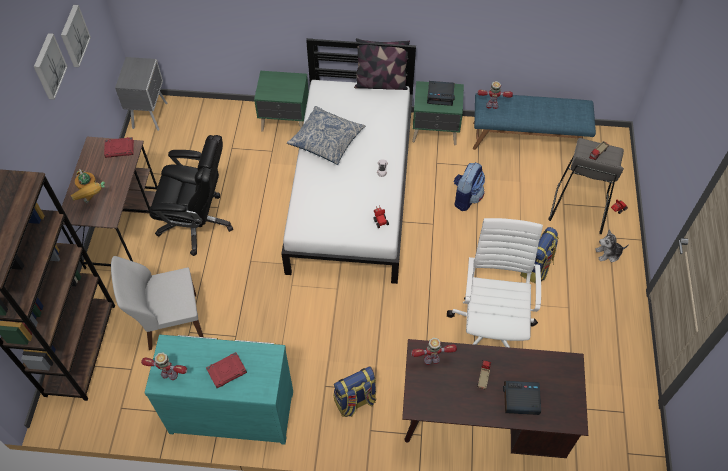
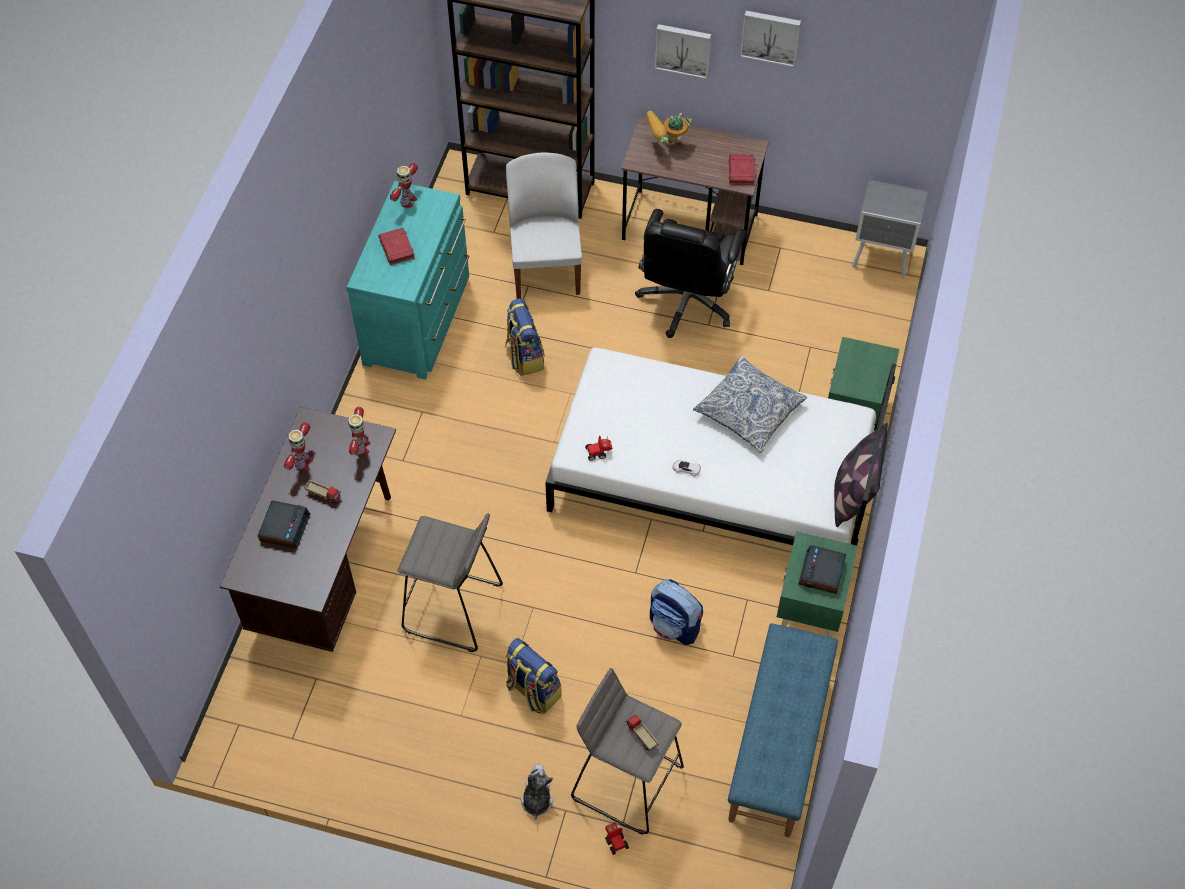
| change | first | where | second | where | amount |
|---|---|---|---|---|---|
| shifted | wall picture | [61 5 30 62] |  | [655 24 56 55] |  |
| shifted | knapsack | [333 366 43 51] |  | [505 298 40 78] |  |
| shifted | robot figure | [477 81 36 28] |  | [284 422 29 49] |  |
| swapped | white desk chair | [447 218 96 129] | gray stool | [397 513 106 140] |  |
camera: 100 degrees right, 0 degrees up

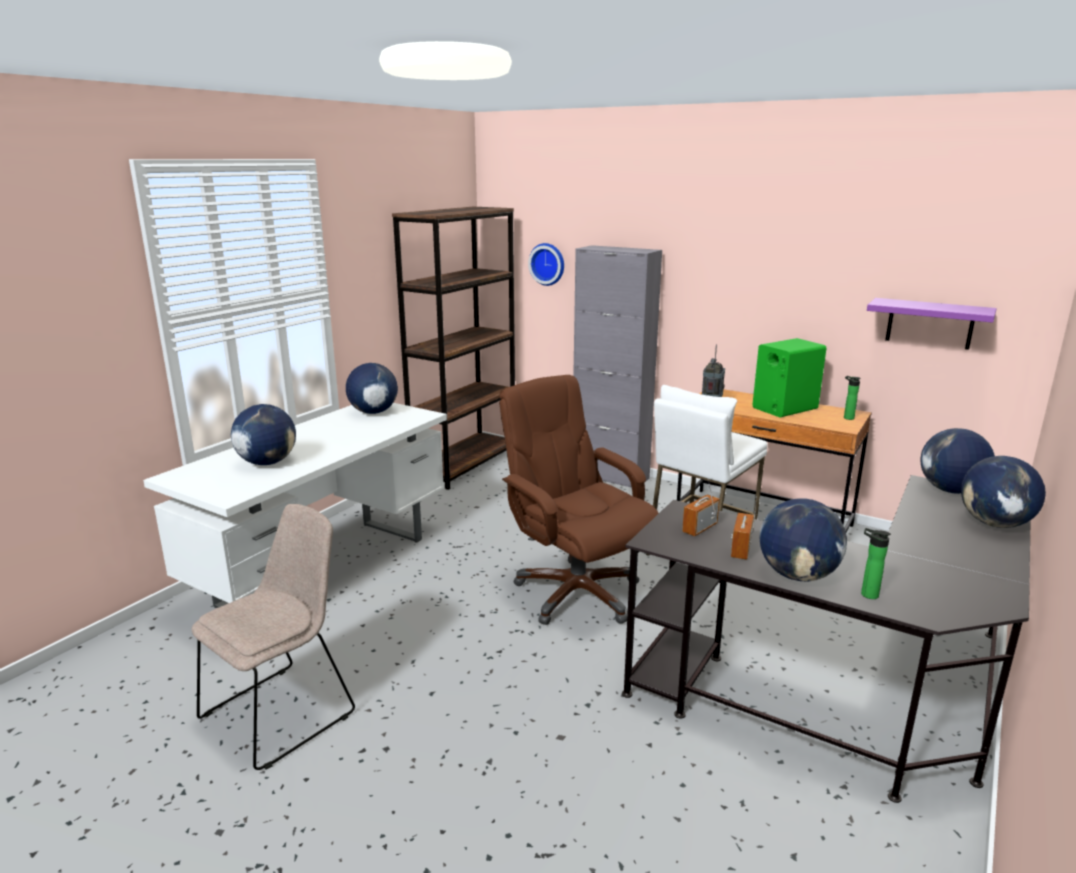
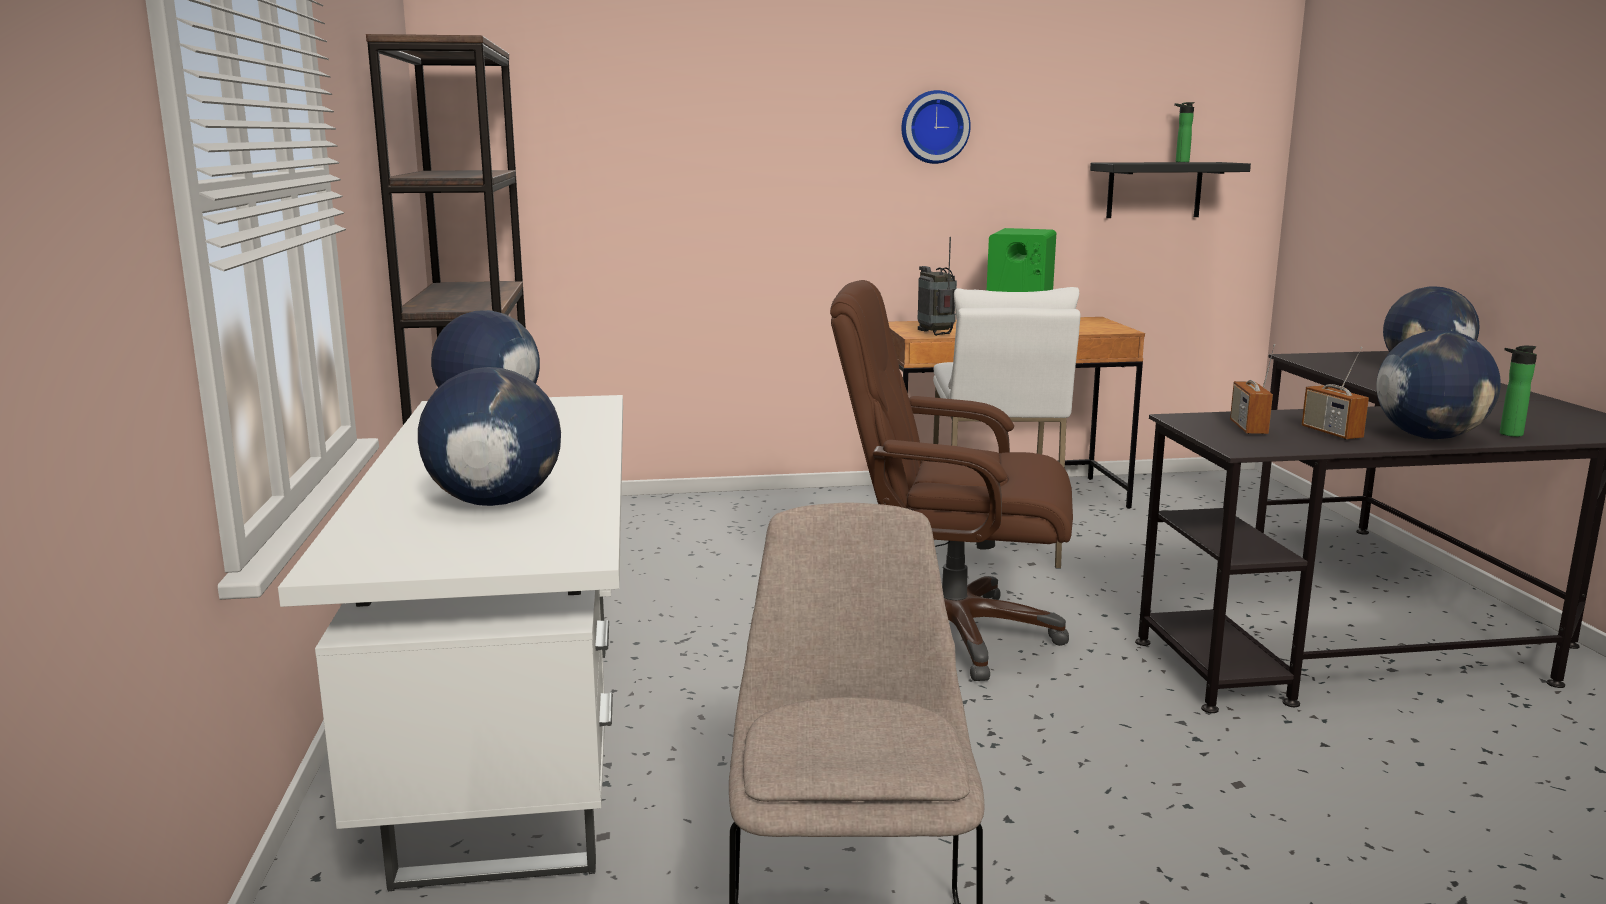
| change | first | where | second | where | amount |
|---|---|---|---|---|---|
| gone | gray cabinet | [573 245 89 243] |  |  |  |
| gone | world globe | [921 428 74 66] |  |  |  |
| shifted | wall clock | [528 243 36 43] |  | [902 90 69 74] |  |
| shifted | beverage bottle | [844 376 17 44] |  | [1174 102 21 60] |  |
| repainted | purplish wall shelf | [867 298 130 52] | blackish wall shelf | [1090 162 161 56] |  |
camera: 40 degrees left, 5 degrees down

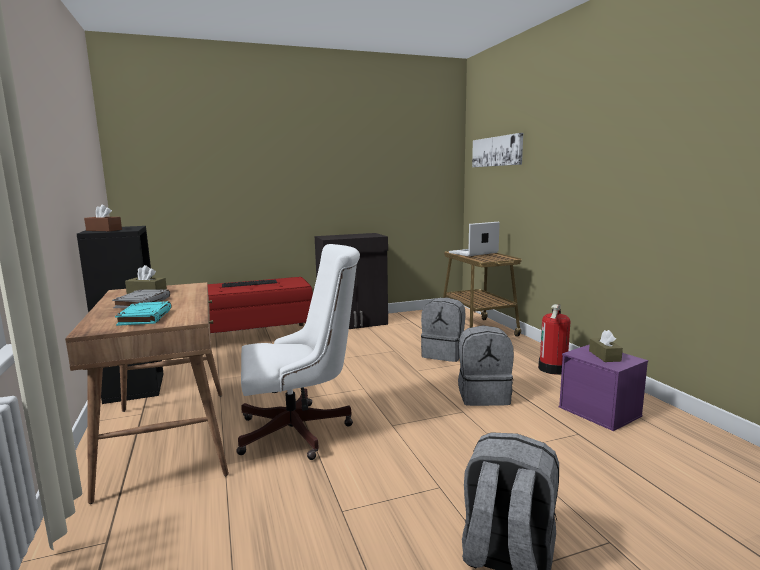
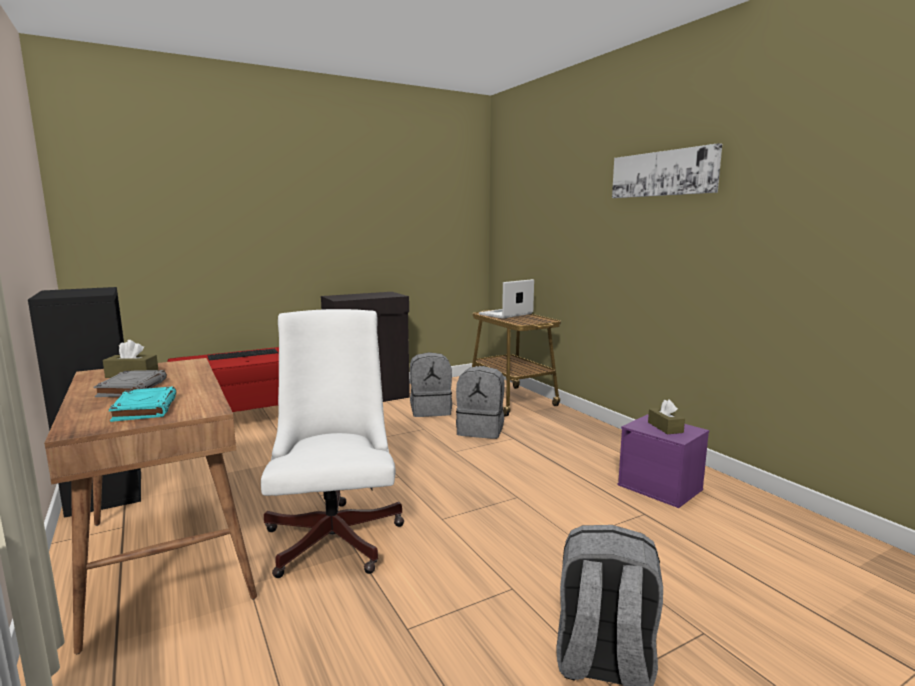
| change | first | where | second | where | amount |
|---|---|---|---|---|---|
| gone | brownish tissue holder | [84 204 38 27] |  |  |  |
| gone | fire extinguisher | [538 304 32 71] |  |  |  |
| shifted | gray knapsack | [458 325 56 81] |  | [410 352 42 65] |  |
| shifted | wall picture | [472 133 51 34] |  | [612 143 110 55] |  |
| rotated | white desk chair | [236 244 124 216] |  | [261 309 143 269] | 75 degrees counterclockwise |
camera: 10 degrees left, 0 degrees up

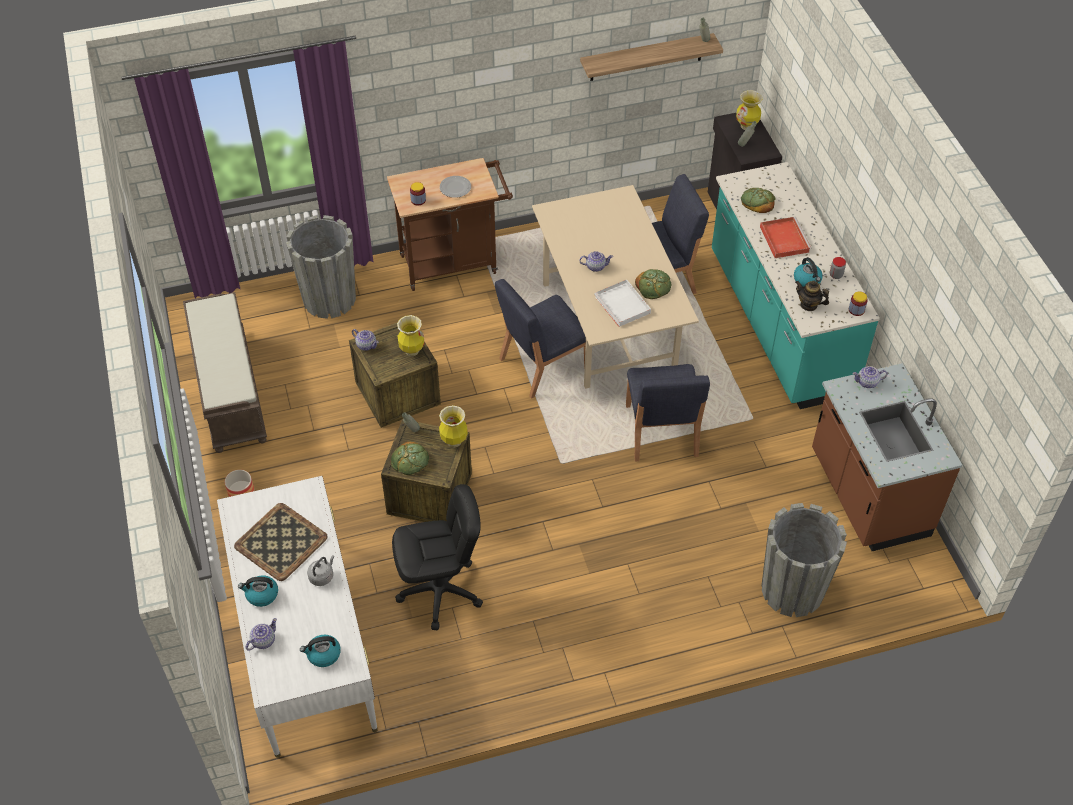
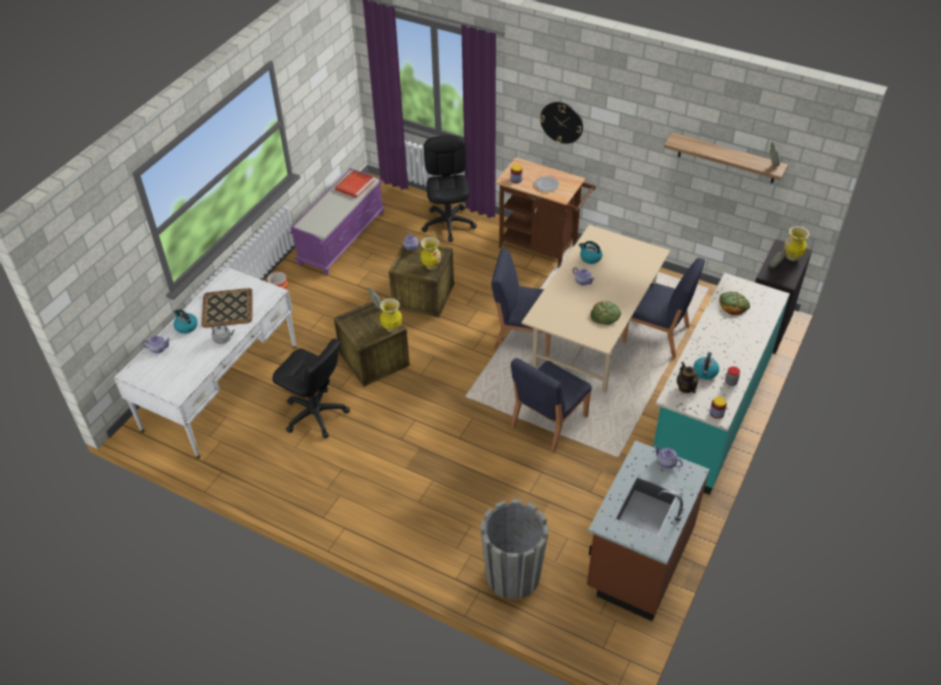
| change | first | where | second | where | amount |
|---|---|---|---|---|---|
| gone | bakery bread | [391 442 38 33] |  |  |  |
| gone | white tray | [594 280 57 47] |  |  |  |
| new |  |  | wall clock | [540 102 43 42] |  |
| shifted | kettle | [300 635 41 32] |  | [579 241 23 23] |  |
| shifted | red-coloured tray | [760 217 51 41] |  | [335 170 40 28] |  |
| swapped | gray plant pot | [286 215 70 104] | blackish desk chair | [422 135 55 107] |  |
| repainted | brownish indoor bench | [183 292 84 161] | purplish indoor bench | [290 168 95 107] |  |
camera: 45 degrees right, 5 degrees down

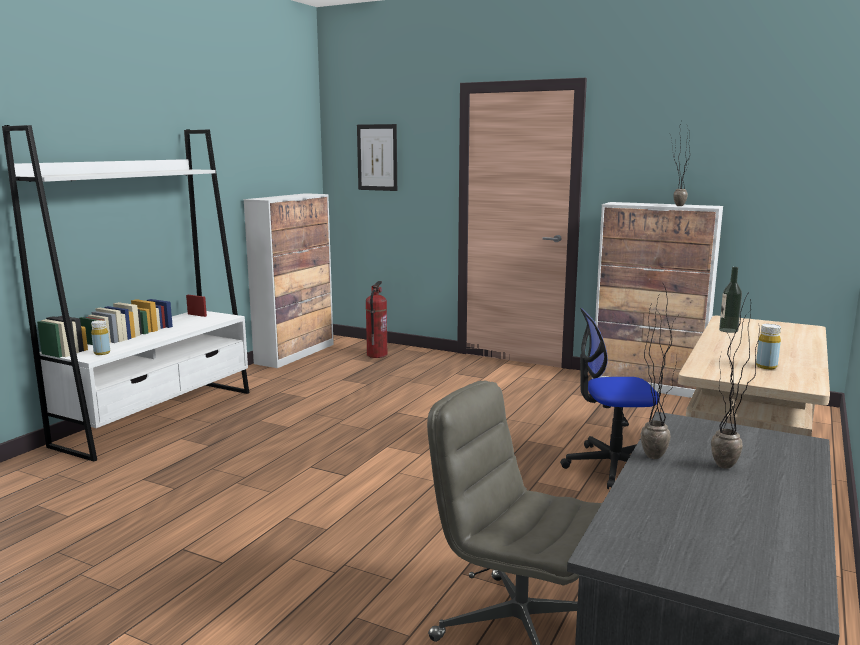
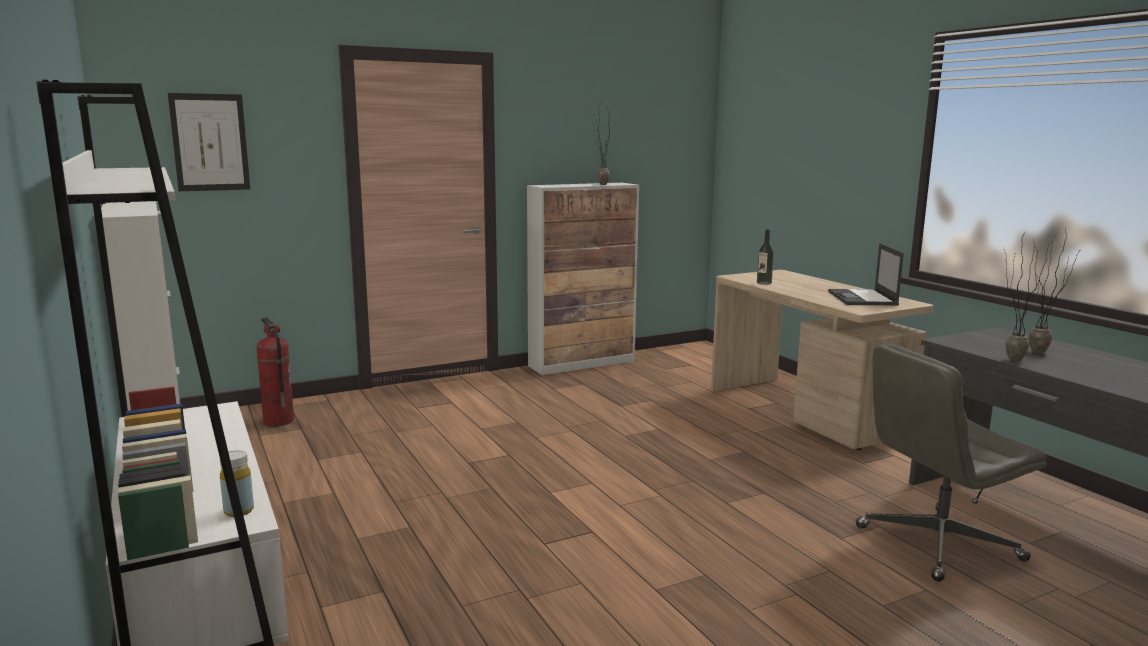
| change | first | where | second | where | amount |
|---|---|---|---|---|---|
| gone | desk chair | [560 308 100 181] |  |  |  |
| swapped | yellow beverage bottle | [756 324 25 45] | portable computer | [828 243 76 63] |  |
camera: 55 degrees left, 0 degrees up

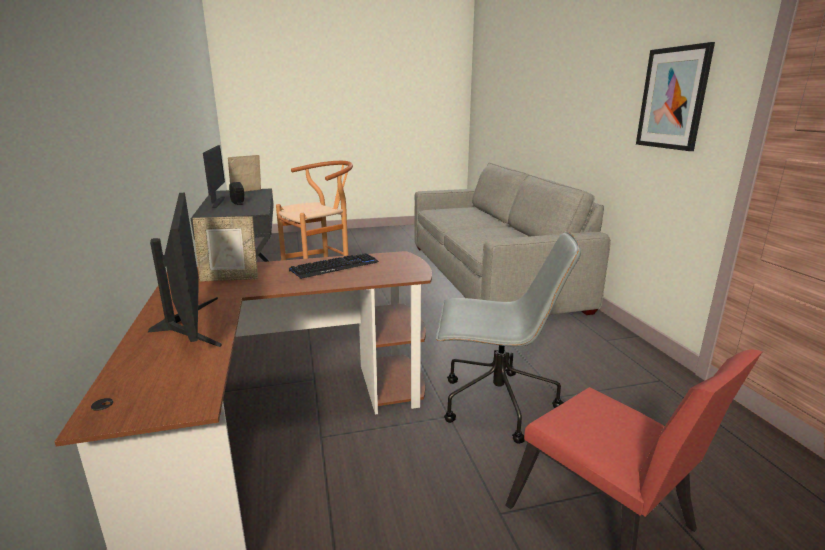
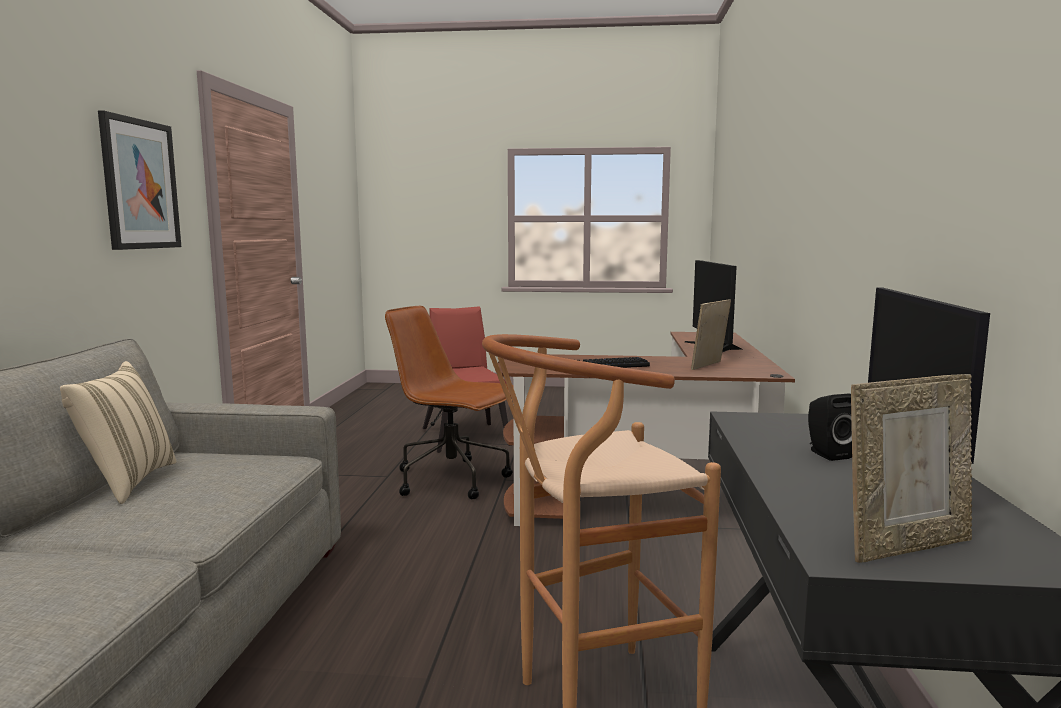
| change | first | where | second | where | amount |
|---|---|---|---|---|---|
| new |  |  | beige pillow | [60 361 117 143] |  |
| repainted | gray desk chair | [436 232 145 212] | brownish desk chair | [385 306 128 193] |  |
| rotated | photo frame | [193 216 65 65] |  | [691 299 40 71] | 60 degrees counterclockwise |
camera: 160 degrees left, 10 degrees down

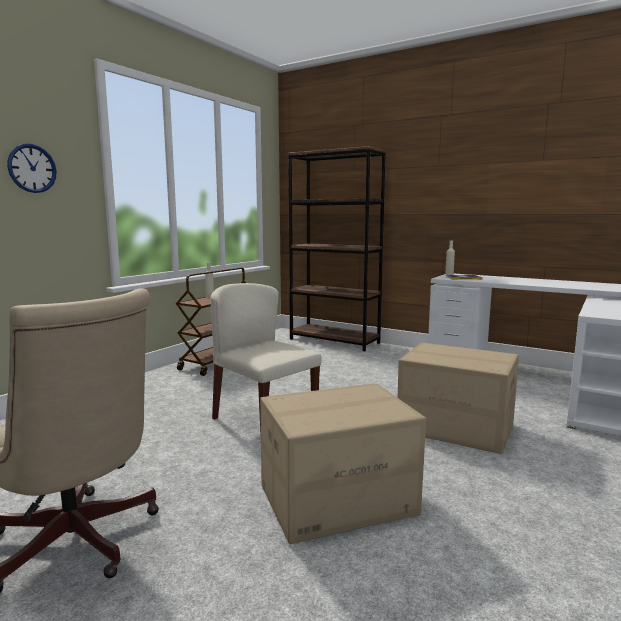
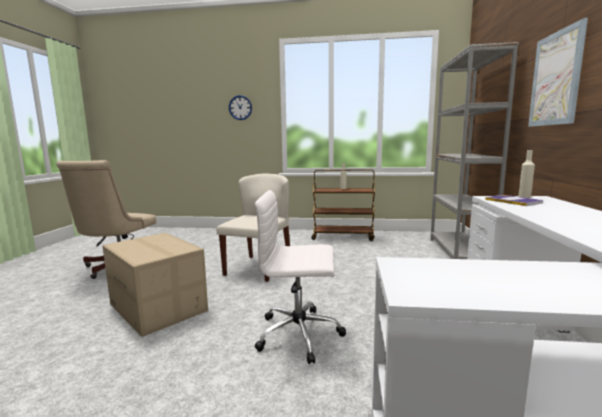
| change | first | where | second | where | amount |
|---|---|---|---|---|---|
| new |  |  | wall picture | [528 18 60 109] |  |
| swapped | packing box | [398 343 121 111] | white desk chair | [255 190 91 174] |  |
| repainted | brownish shelving unit | [288 146 98 205] | gray shelving unit | [430 42 89 217] |  |
camera: 65 degrees right, 0 degrees up

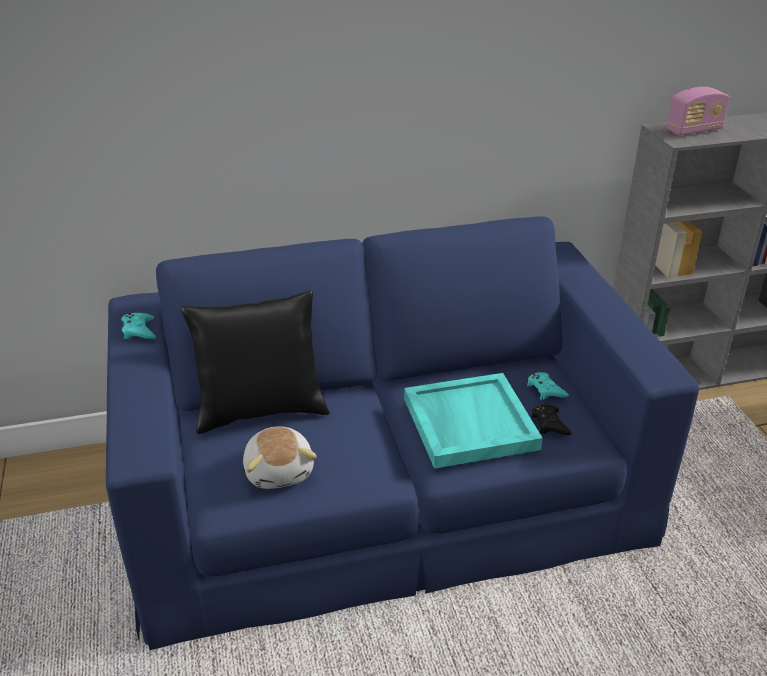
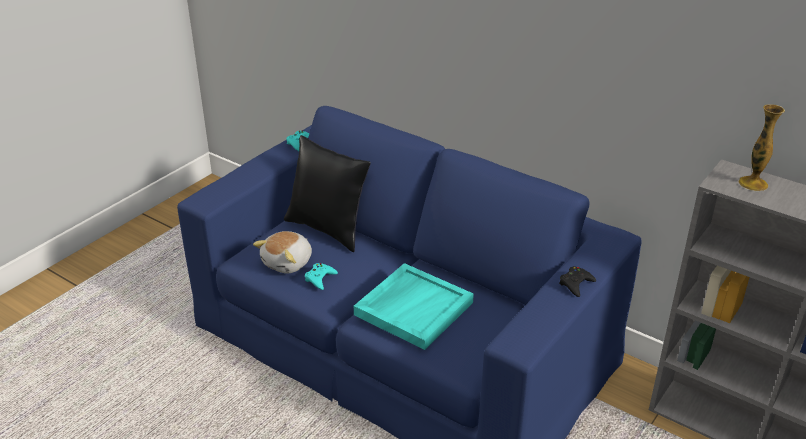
| change | first | where | second | where | amount |
|---|---|---|---|---|---|
| shifted | turquoise-coloured joypad | [527 372 42 28] |  | [305 263 33 27] |  |
| shifted | blackish joypad | [531 405 41 30] |  | [559 266 37 31] |  |
| swapped | radio | [666 87 64 49] | vase | [739 104 46 87] |  |
camera: 50 degrees right, 0 degrees up

